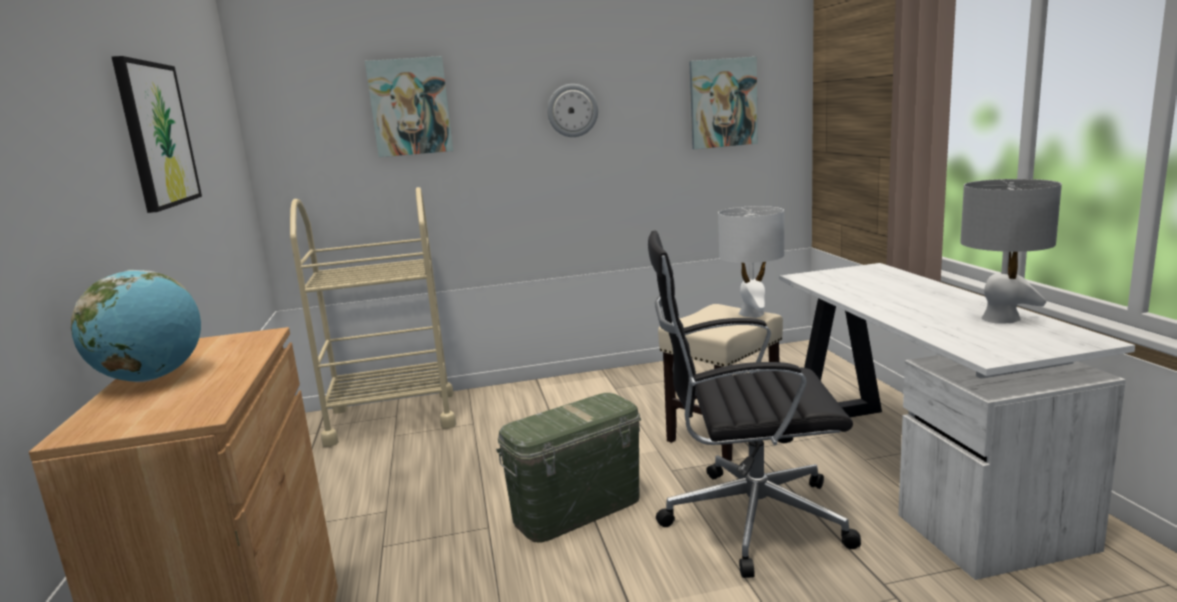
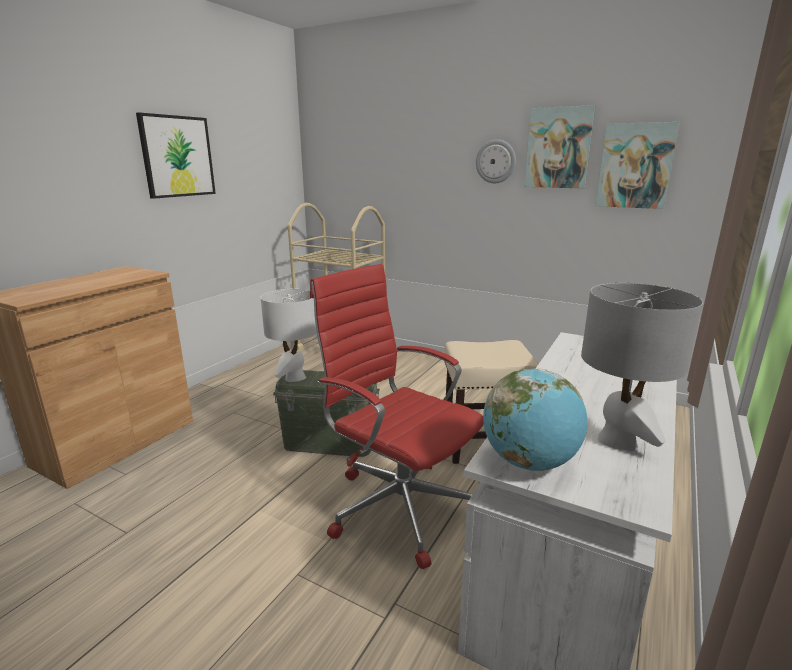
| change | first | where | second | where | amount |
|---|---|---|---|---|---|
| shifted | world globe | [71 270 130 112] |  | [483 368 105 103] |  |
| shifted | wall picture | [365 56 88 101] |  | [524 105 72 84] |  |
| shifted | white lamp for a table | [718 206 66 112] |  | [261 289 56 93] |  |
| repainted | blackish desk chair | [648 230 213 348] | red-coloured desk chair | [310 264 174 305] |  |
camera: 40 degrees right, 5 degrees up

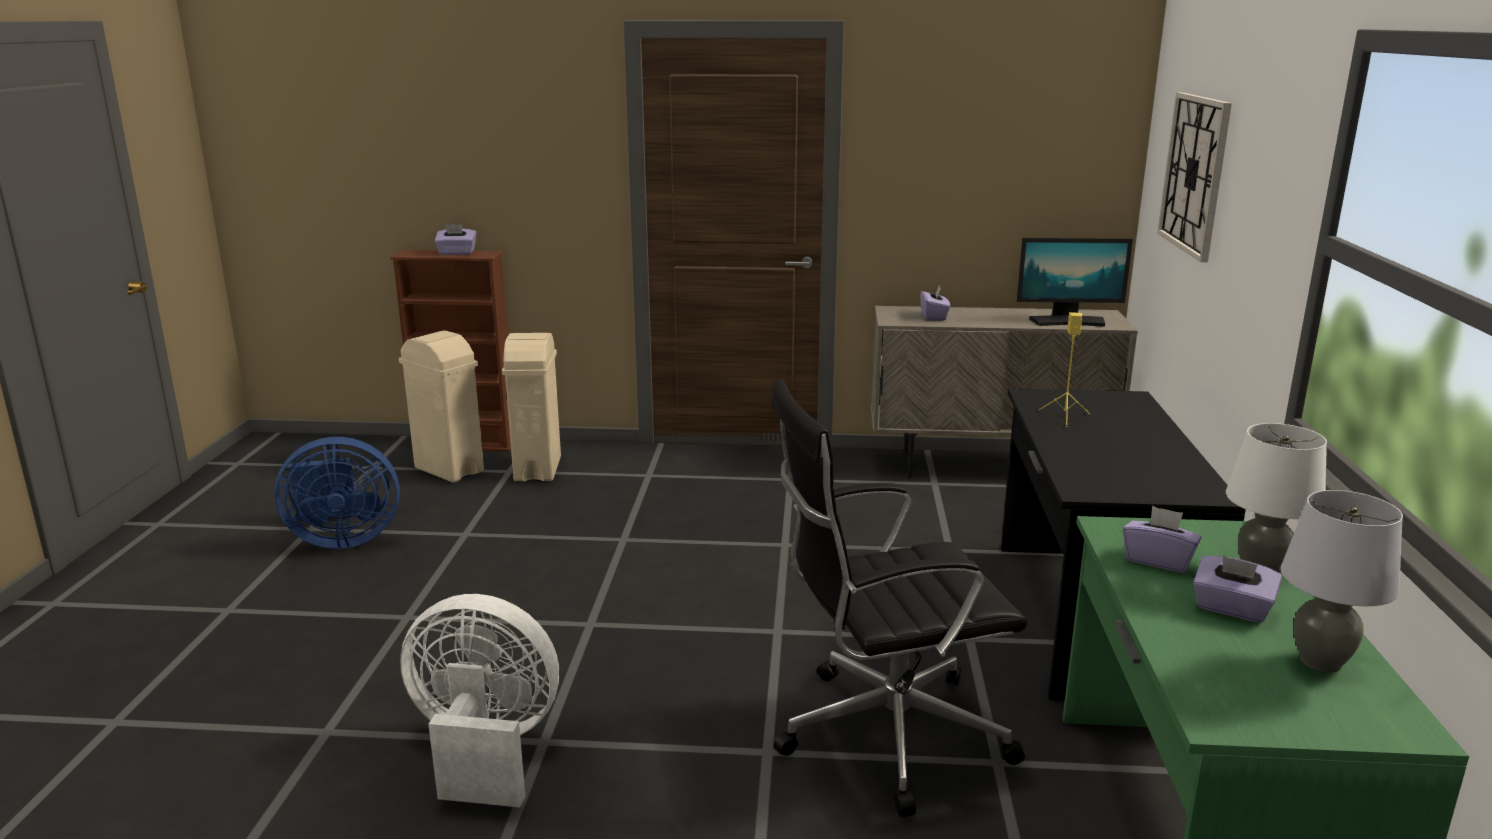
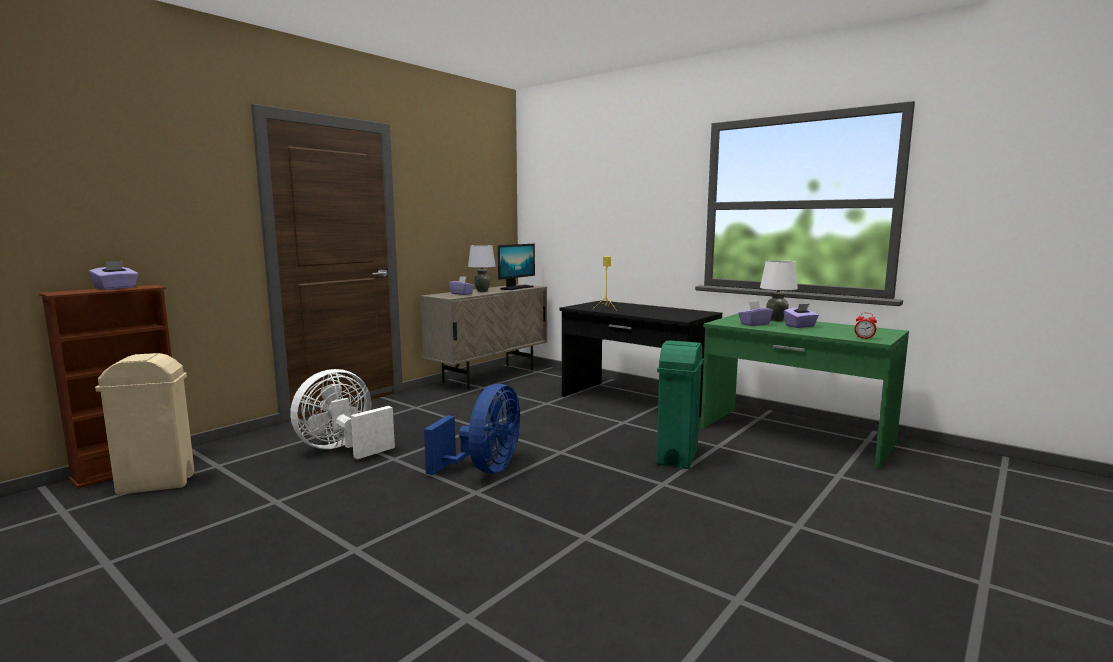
| change | first | where | second | where | amount |
|---|---|---|---|---|---|
| gone | beige trash can | [502 333 59 148] |  |  |  |
| gone | wall clock | [1157 92 75 170] |  |  |  |
| new |  |  | bedside clock | [855 313 22 26] |  |
| shifted | bluish fan | [275 437 125 112] |  | [424 384 96 91] |  |
| shifted | white fan | [400 594 159 213] |  | [290 369 105 90] |  |
| shifted | gray lamp for a table | [1281 490 122 183] |  | [468 245 28 47] |  |
| swapped | blackish desk chair | [772 379 255 438] | greenish trash can | [656 341 48 128] |  |
camera: 55 degrees left, 10 degrees down

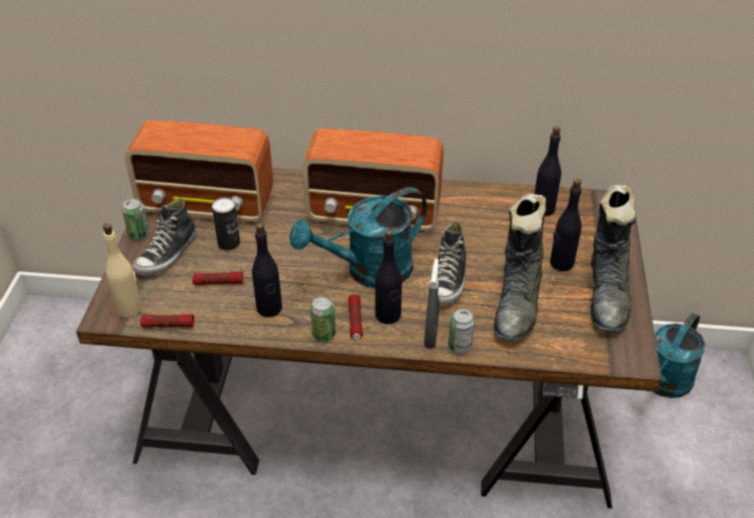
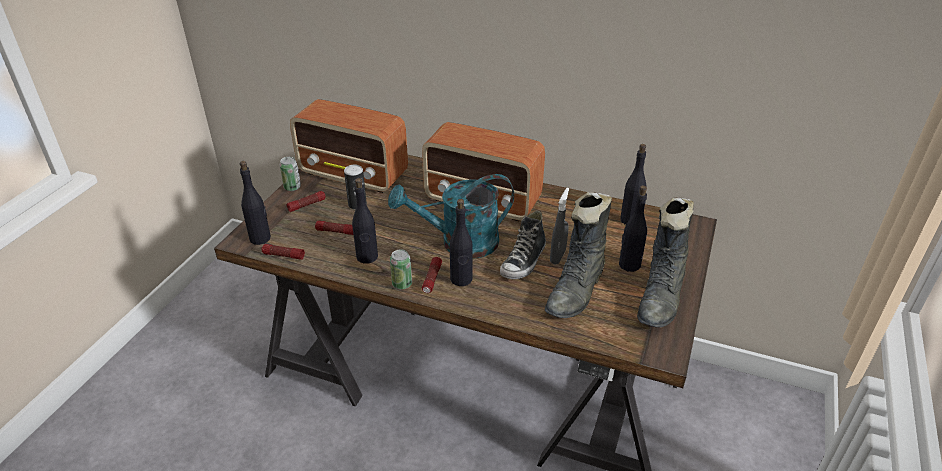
| change | first | where | second | where | amount |
|---|---|---|---|---|---|
| gone | metal can | [448 308 27 46] |  |  |  |
| gone | turquoise-coloured sprinkling can | [648 313 57 85] |  |  |  |
| shifted | gray sprayer | [424 259 16 90] |  | [550 188 19 77] |  |
| swapped | item of footwear | [133 198 63 78] | flashlight | [287 191 39 21] |  |
| repainted | beige beverage bottle | [103 223 39 95] | blackish beverage bottle | [239 161 32 84] |  |
camera: 15 degrees right, 5 degrees down

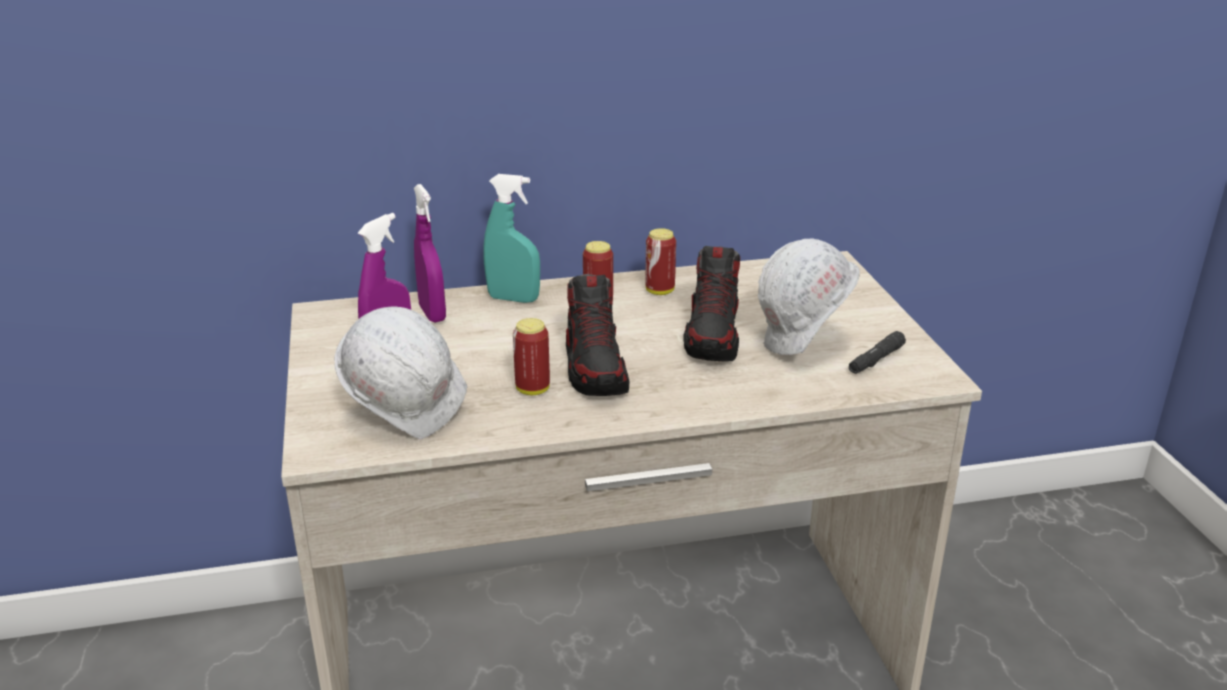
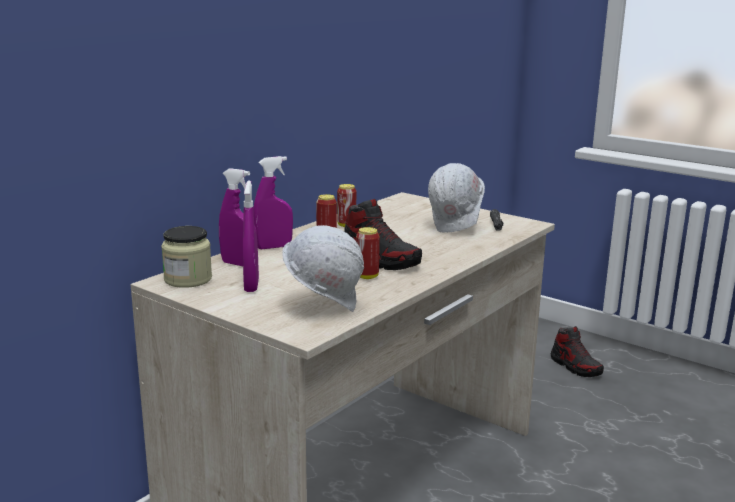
| change | first | where | second | where | amount |
|---|---|---|---|---|---|
| new |  |  | jar | [161 226 51 62] |  |
| shifted | item of footwear | [683 246 57 116] |  | [551 326 53 51] |  |
| repainted | turquoise-coloured sprayer | [484 174 56 129] | purplish sprayer | [254 156 39 93] |  |
camera: 40 degrees left, 10 degrees down

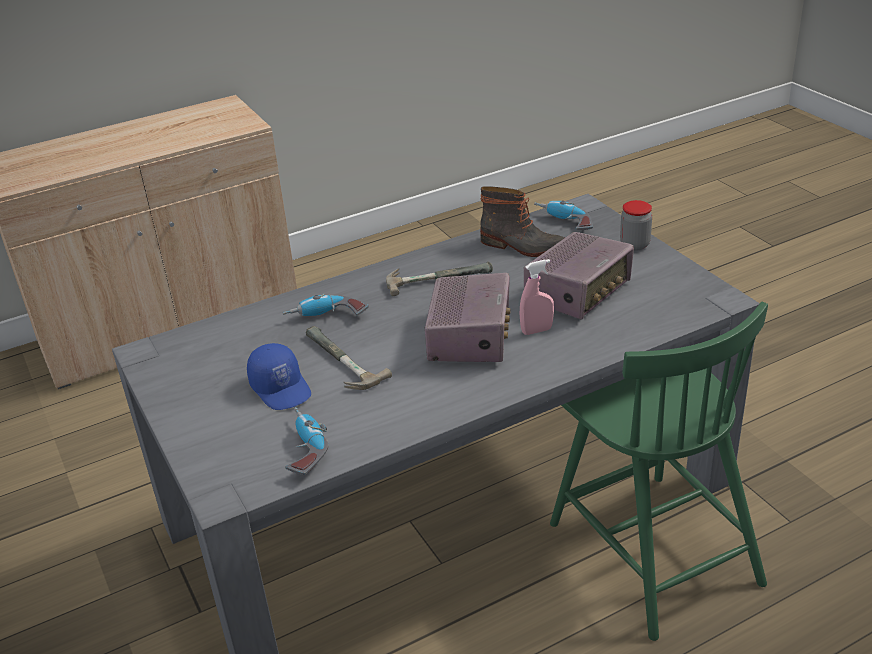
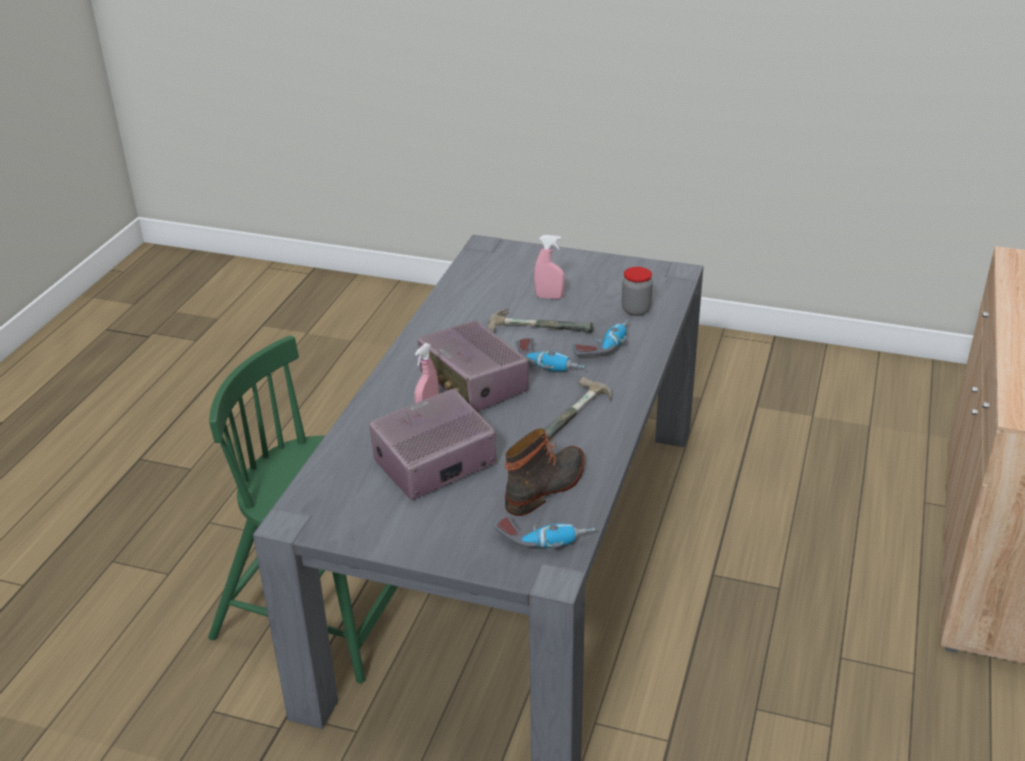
| change | first | where | second | where | amount |
|---|---|---|---|---|---|
| shifted | electric drill | [285 407 43 68] |  | [516 338 70 33] |  |
| shifted | jar | [620 200 32 50] |  | [622 267 31 49] |  |
| swapped | bluish cap | [247 343 64 67] | pink sprayer | [534 235 31 64] |  |
| rotated | high-top boot | [480 186 84 71] |  | [505 428 80 88] | 150 degrees clockwise |
| rotated | radio | [524 232 110 88] |  | [369 389 128 111] | 60 degrees clockwise |
camera: 135 degrees right, 0 degrees up

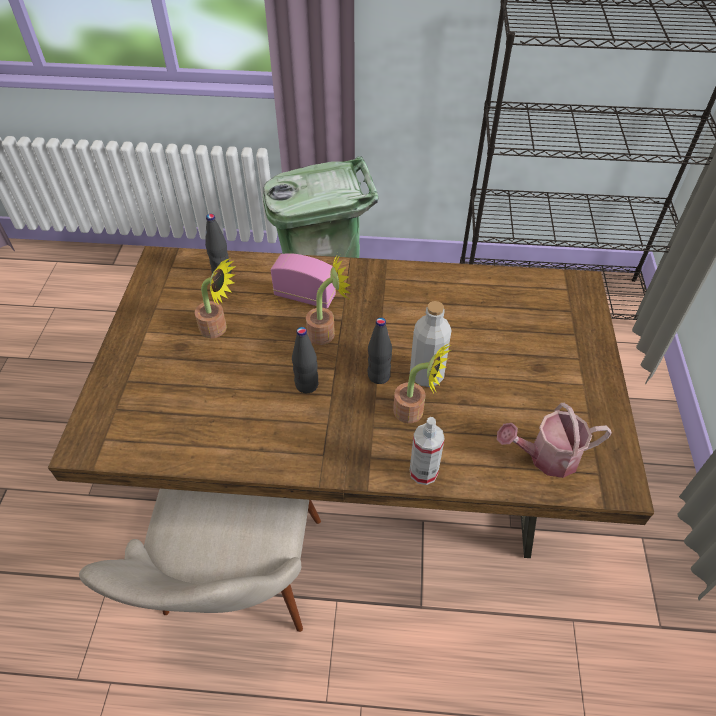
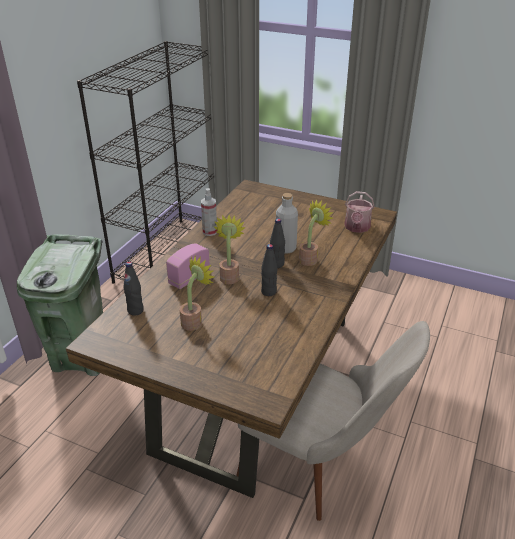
| change | first | where | second | where | amount |
|---|---|---|---|---|---|
| shifted | sprayer | [410 417 35 68] |  | [201 188 16 48] |  |
camera: 70 degrees left, 15 degrees down

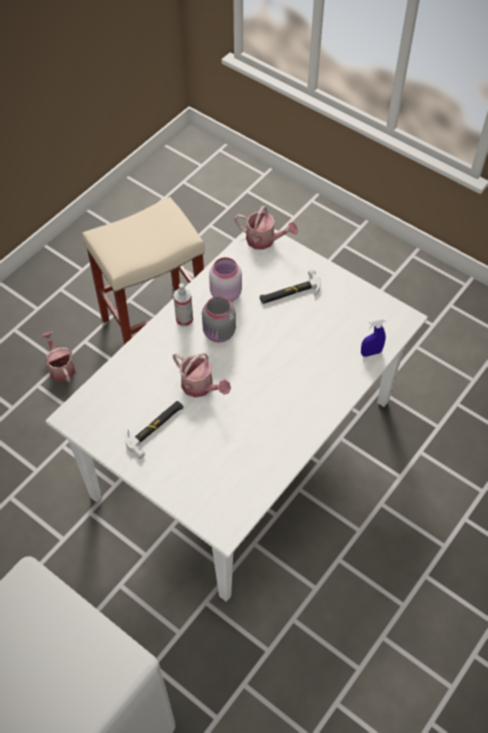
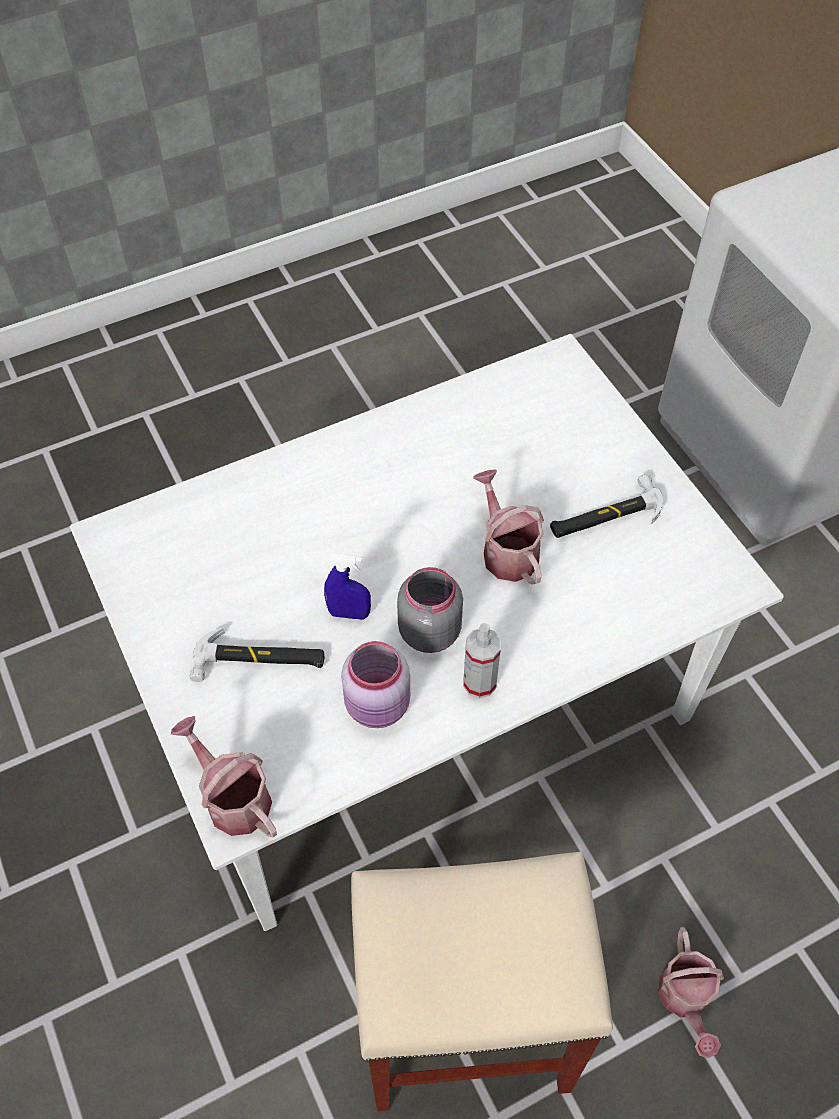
| change | first | where | second | where | amount |
|---|---|---|---|---|---|
| shifted | bluish sprayer | [361 318 25 39] |  | [324 554 47 66] |  |
camera: 155 degrees left, 0 degrees up

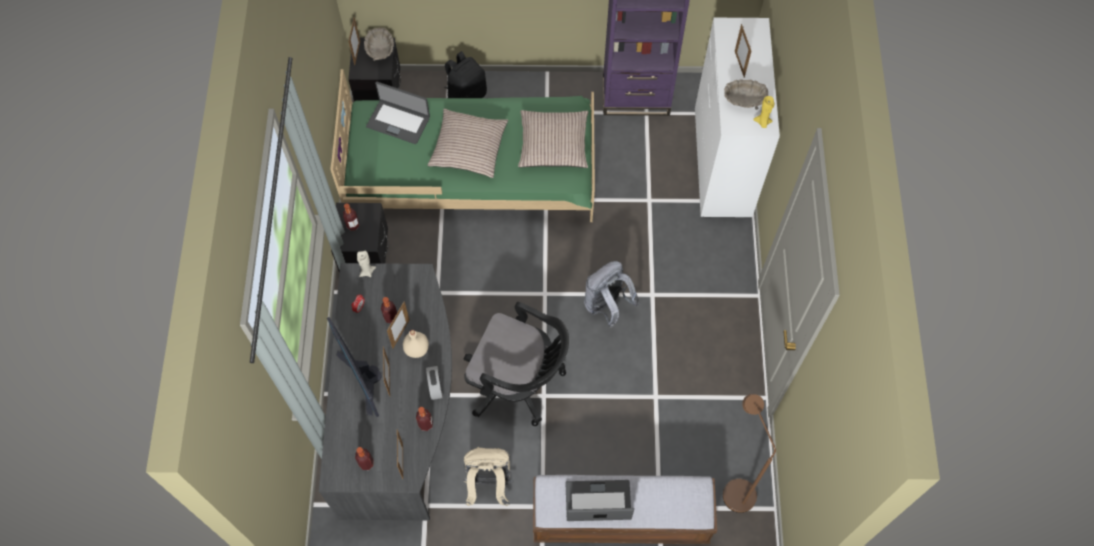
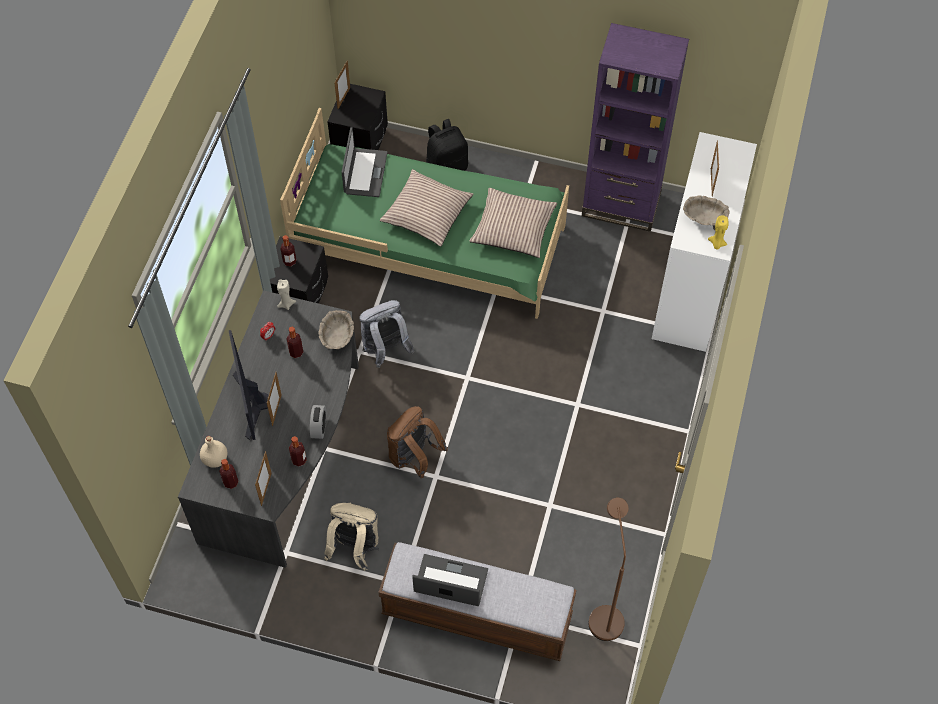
| change | first | where | second | where | amount |
|---|---|---|---|---|---|
| gone | photo frame | [387 301 23 48] |  |  |  |
| shifted | beige deep dish | [364 28 30 33] |  | [318 310 36 39] |  |
| shifted | beige beverage bottle | [403 330 26 28] |  | [200 436 27 32] |  |
| shifted | gray knapsack | [584 261 56 67] |  | [359 300 56 68] |  |
| swapped | blackish desk chair | [464 302 105 124] | brownish knapsack | [387 406 61 72] |  |
| rotated | portable computer | [366 81 64 63] |  | [342 127 46 70] | 120 degrees counterclockwise |
camera: 15 degrees right, 5 degrees down

